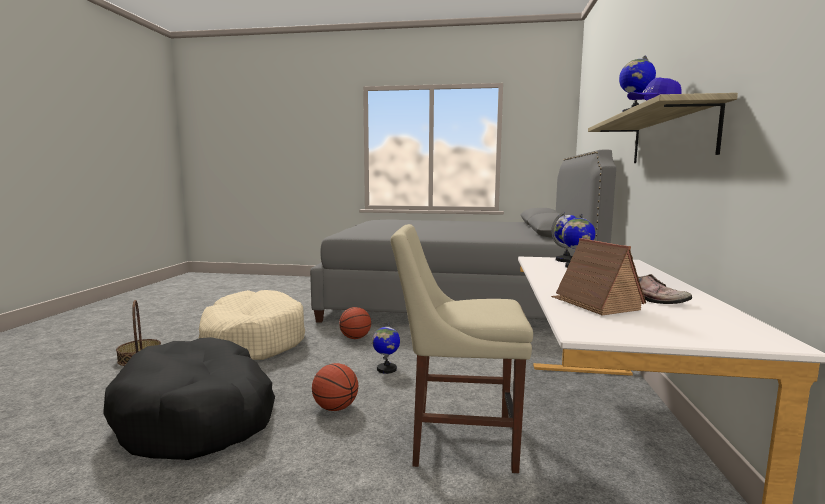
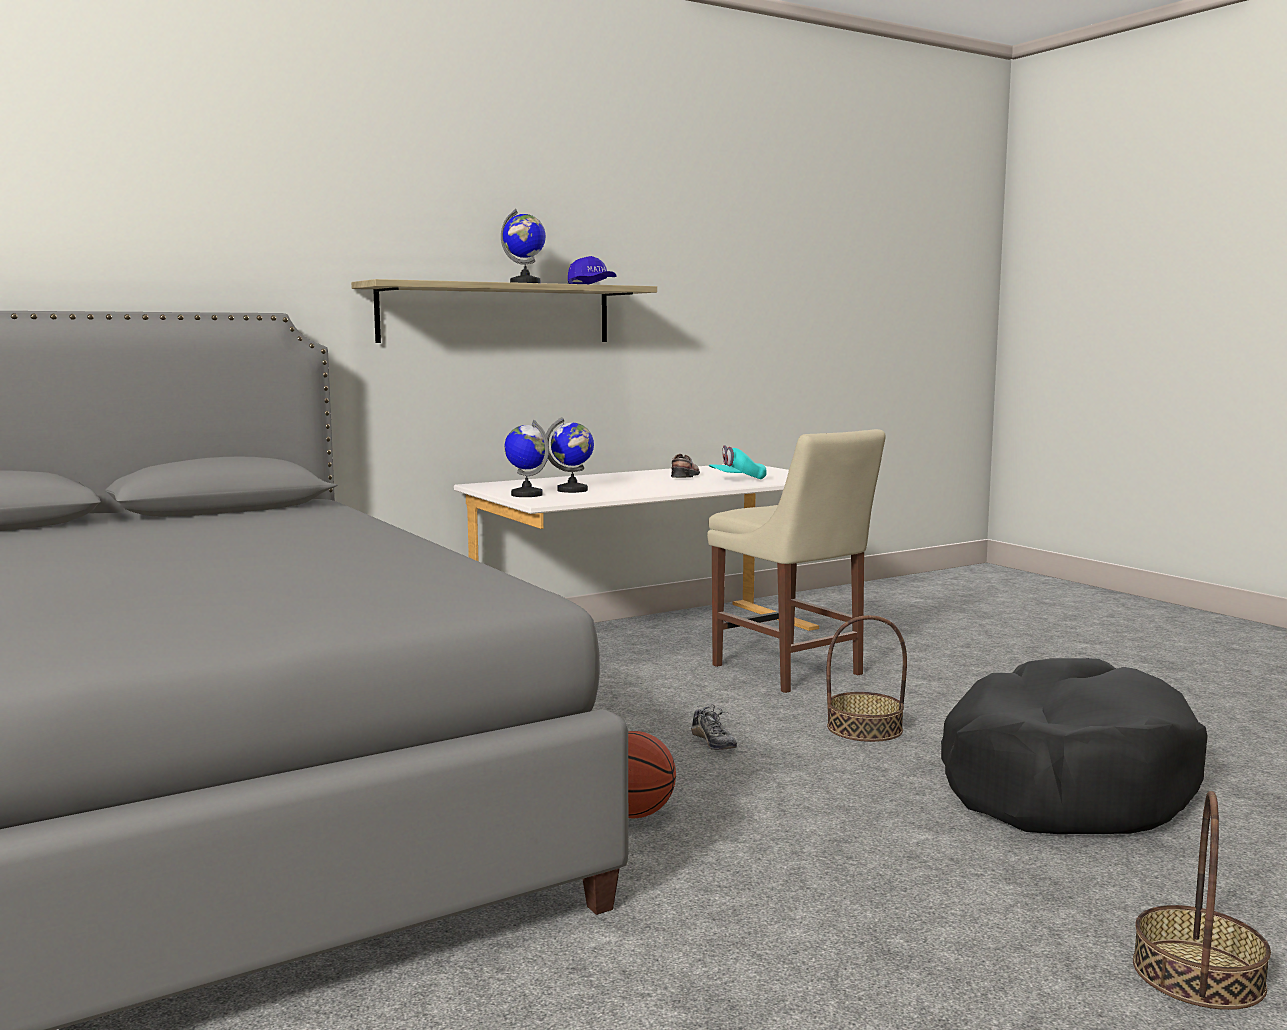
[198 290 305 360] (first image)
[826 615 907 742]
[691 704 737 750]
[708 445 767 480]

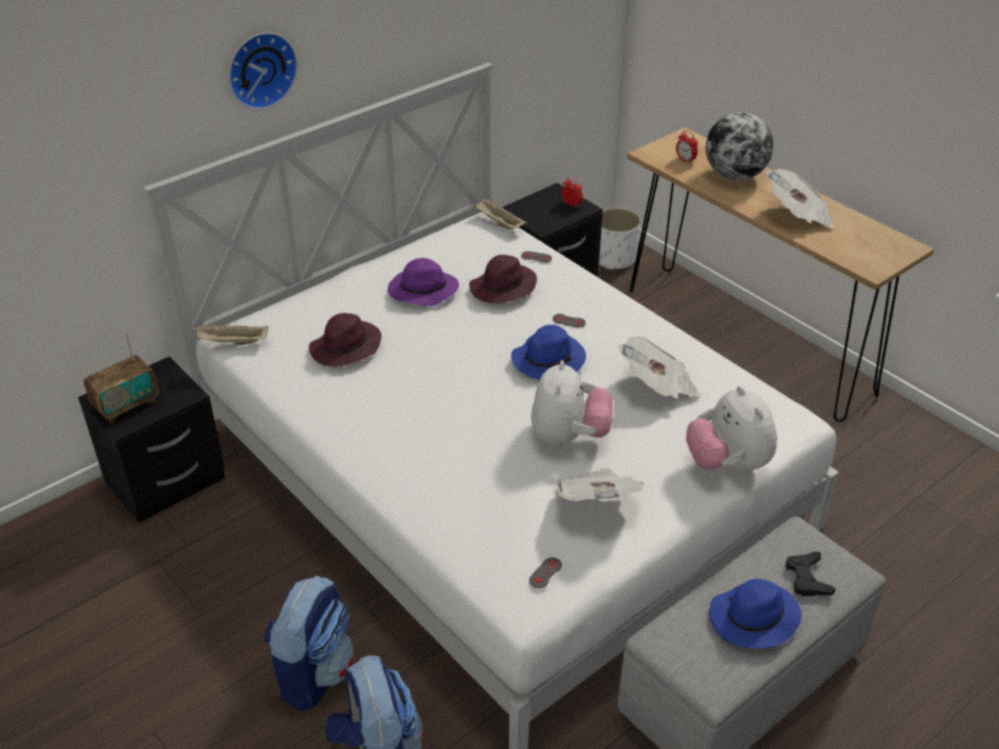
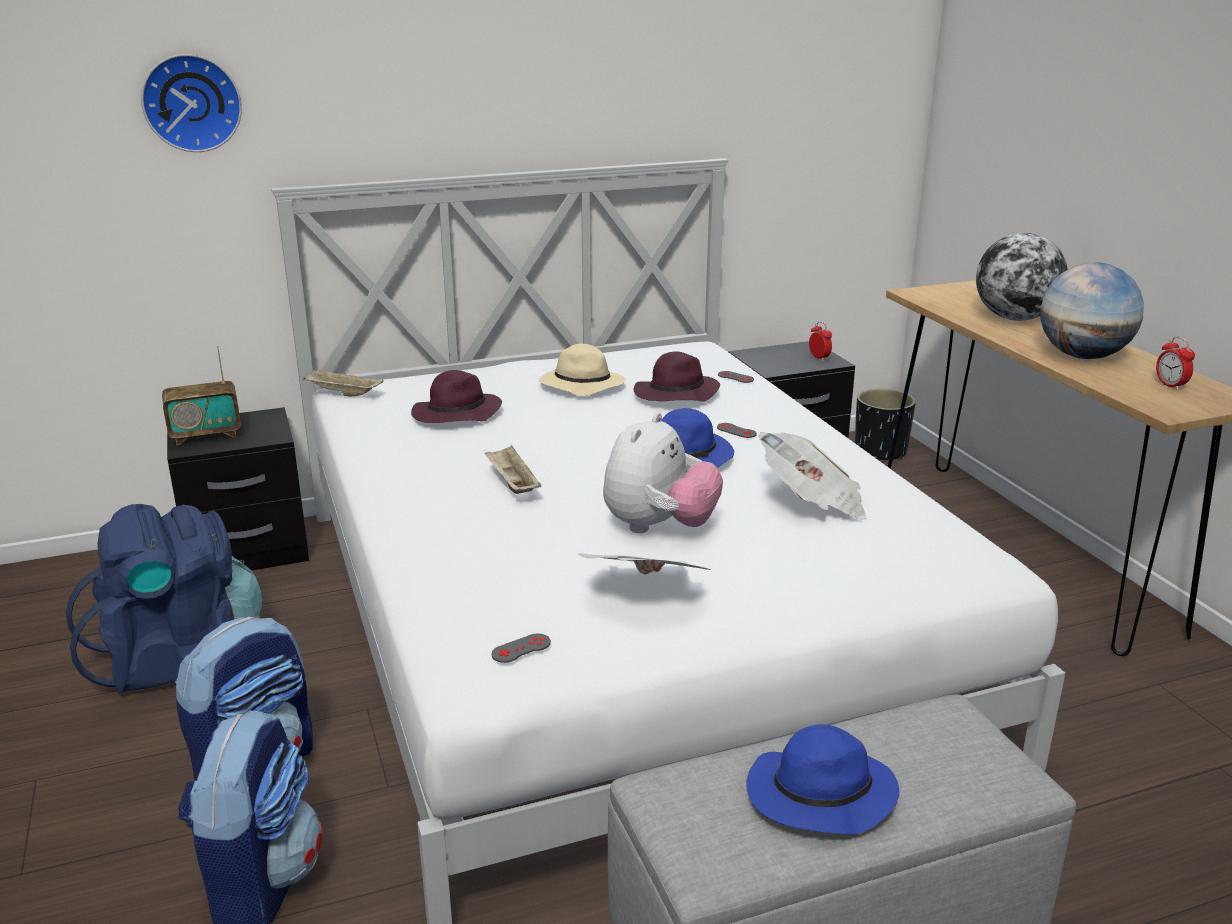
[141 54 242 152]
[539 344 626 396]
[485 445 541 494]
[855 388 916 460]
[1156 336 1195 390]
[686 386 777 472] (first image)
[1040 262 1144 359]
[785 552 836 596] (first image)
[66 504 262 695]

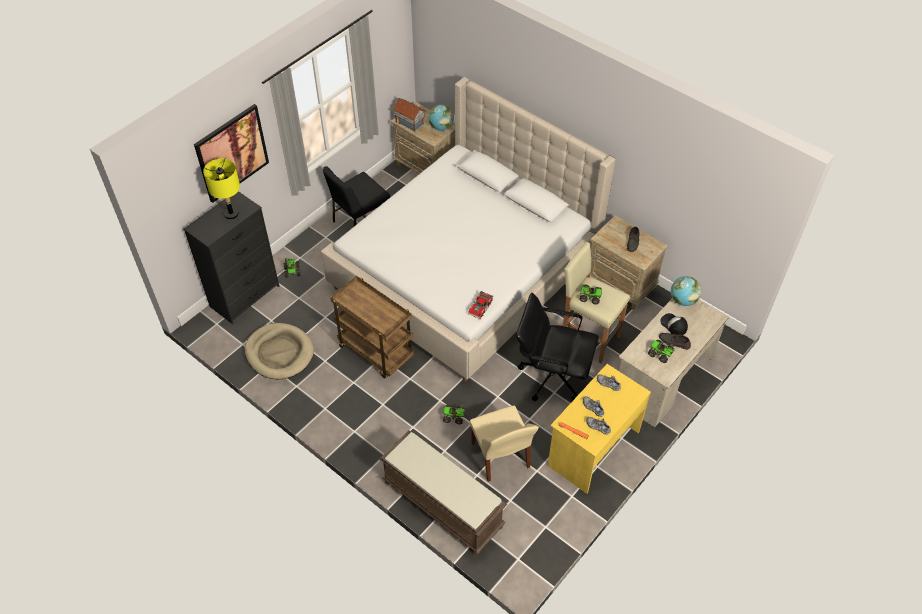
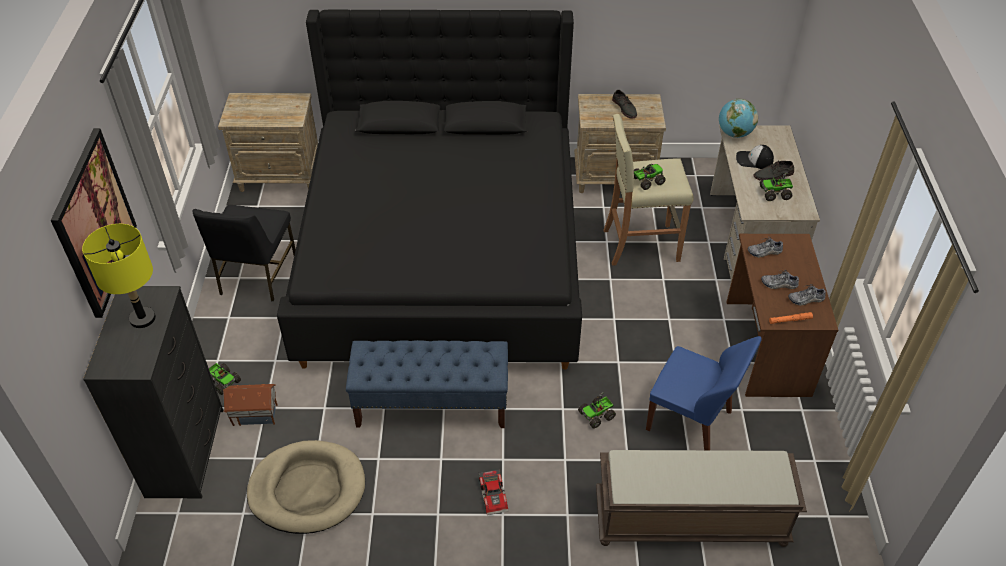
[277 10 582 370]
[346 340 508 428]
[223 384 278 426]
[429 105 454 131] (first image)
[479 469 508 515]
[646 336 762 450]
[516 293 599 401] (first image)
[726 234 838 397]

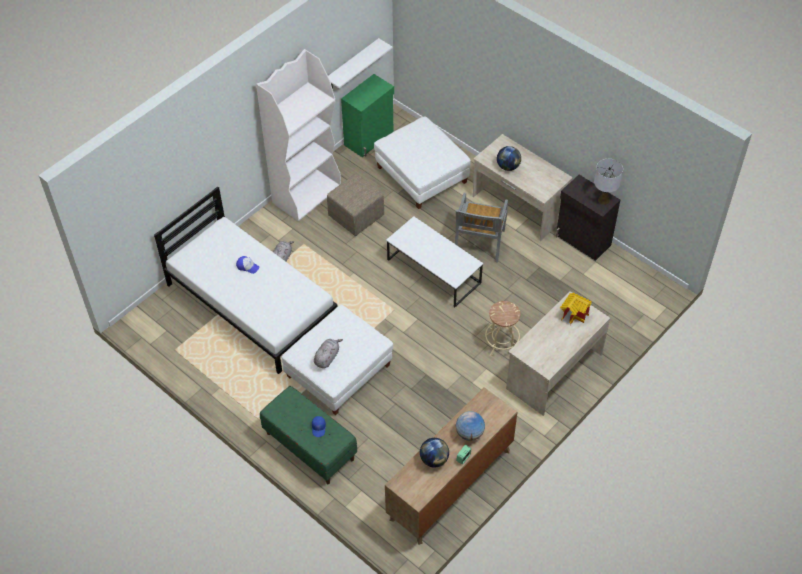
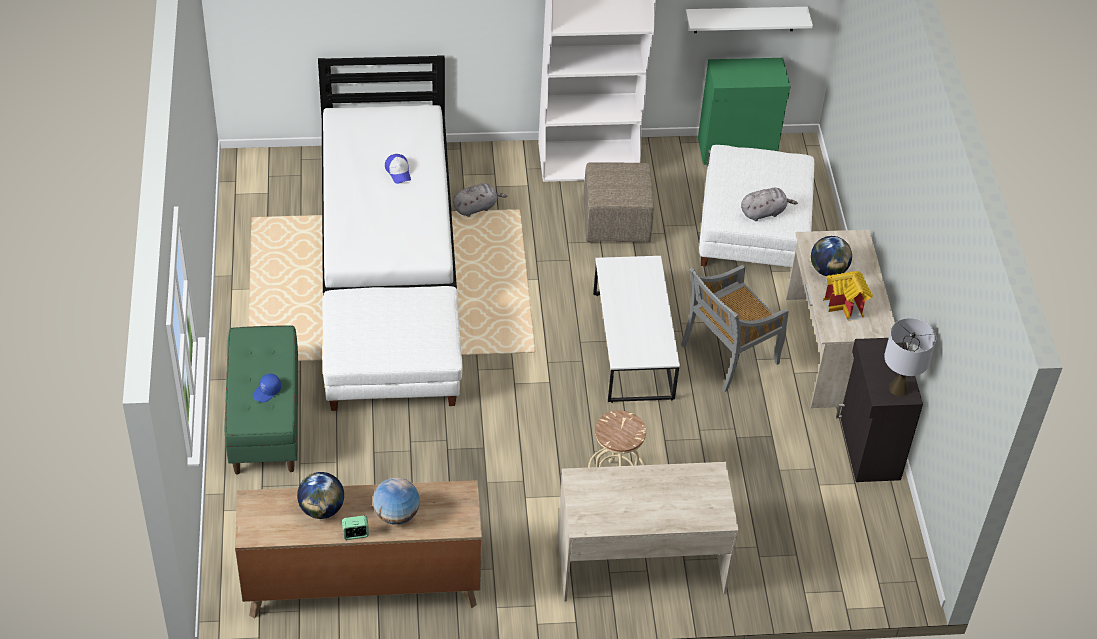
[741 188 798 221]
[823 271 873 321]

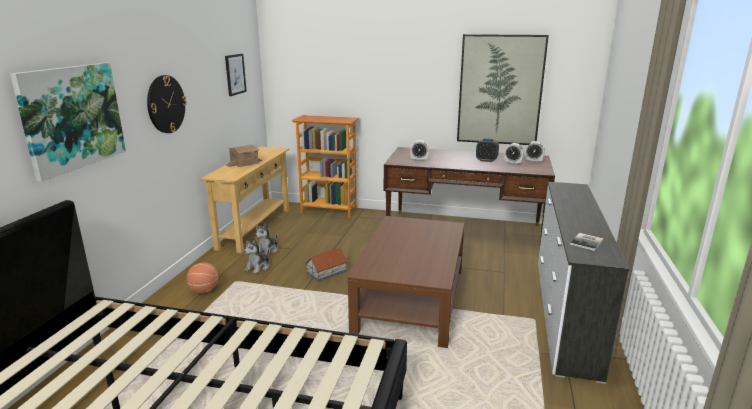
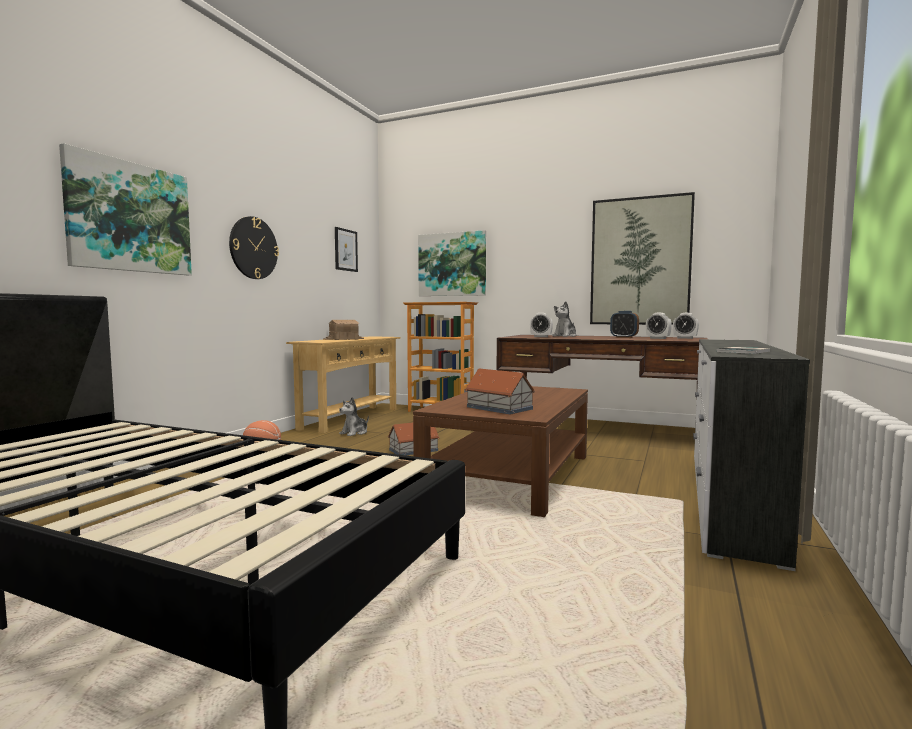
[552 301 577 337]
[418 230 486 296]
[465 369 535 414]

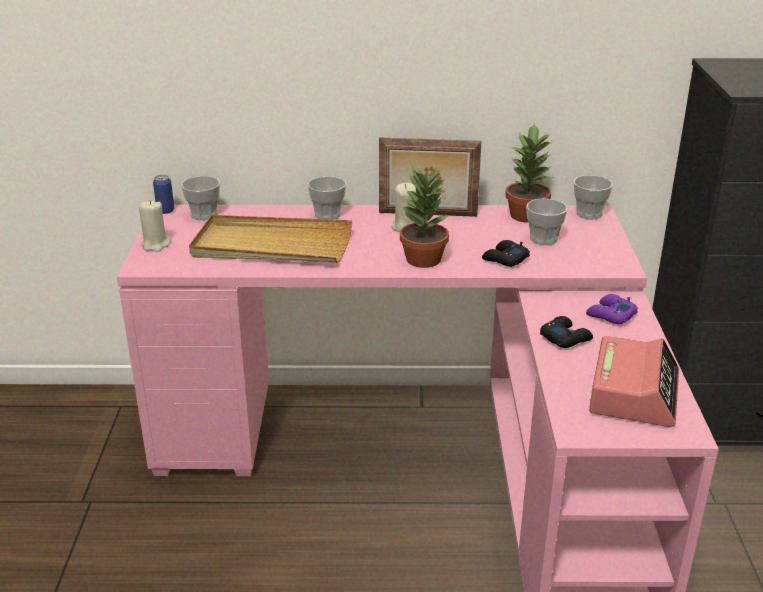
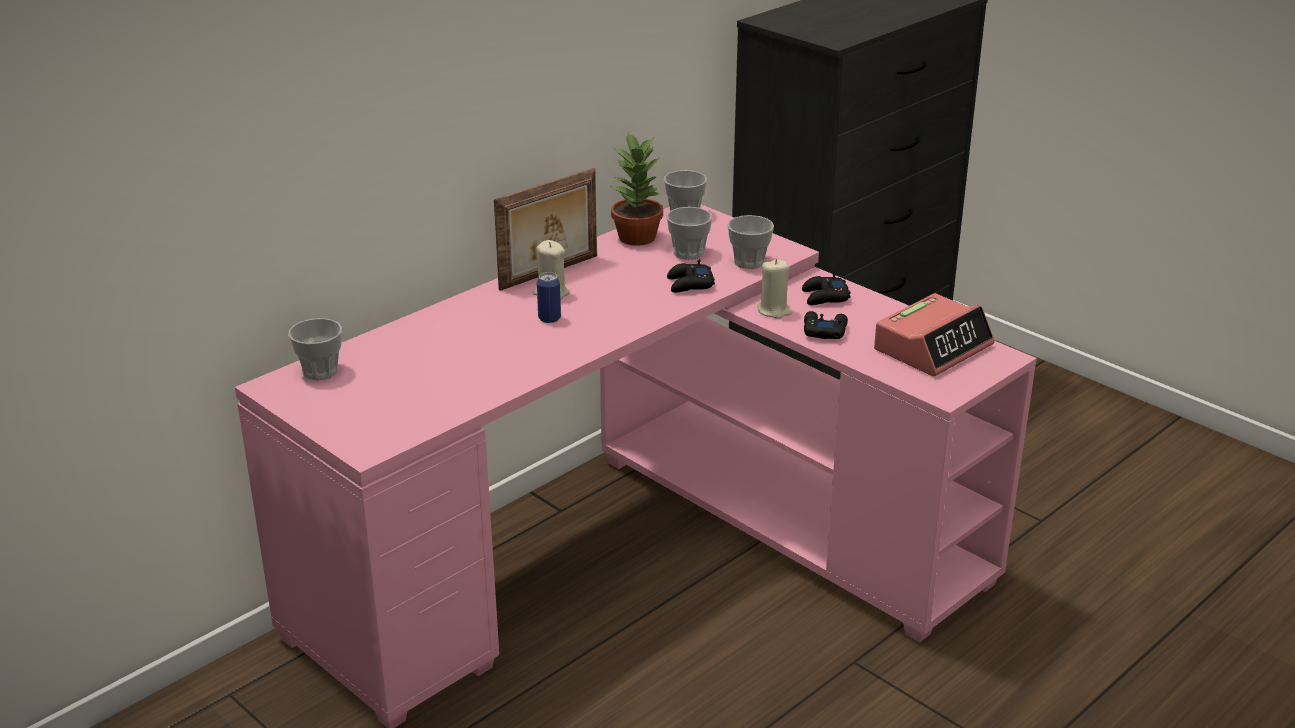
[757 259 792 319]
[537 272 561 323]
[189 215 352 263] (first image)
[727 215 774 269]
[400 165 450 268] (first image)
[802 273 851 305]
[874 293 994 376]

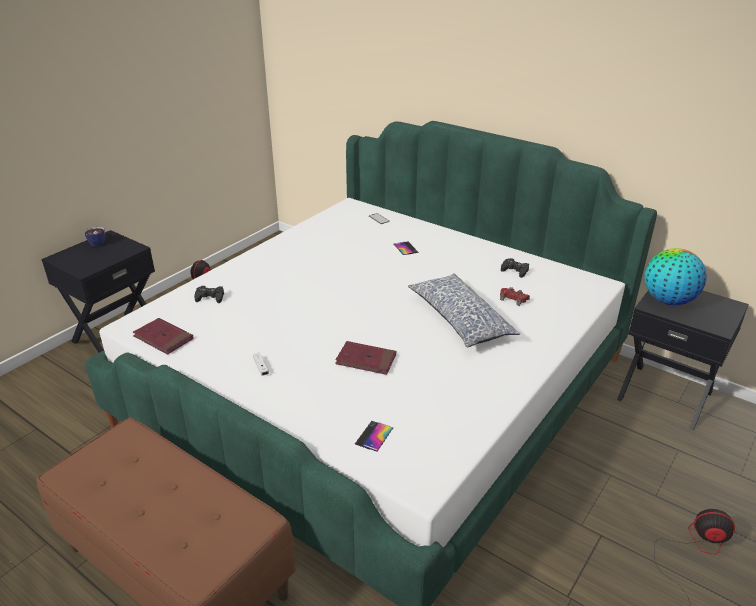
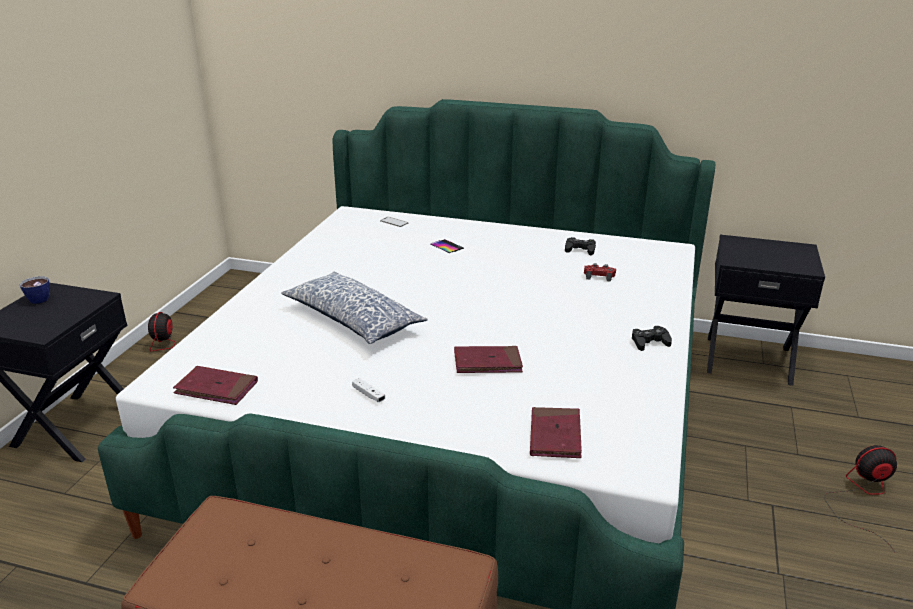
[632 326 672 351]
[530 407 582 458]
[281 272 427 344]
[644 248 707 305] (first image)

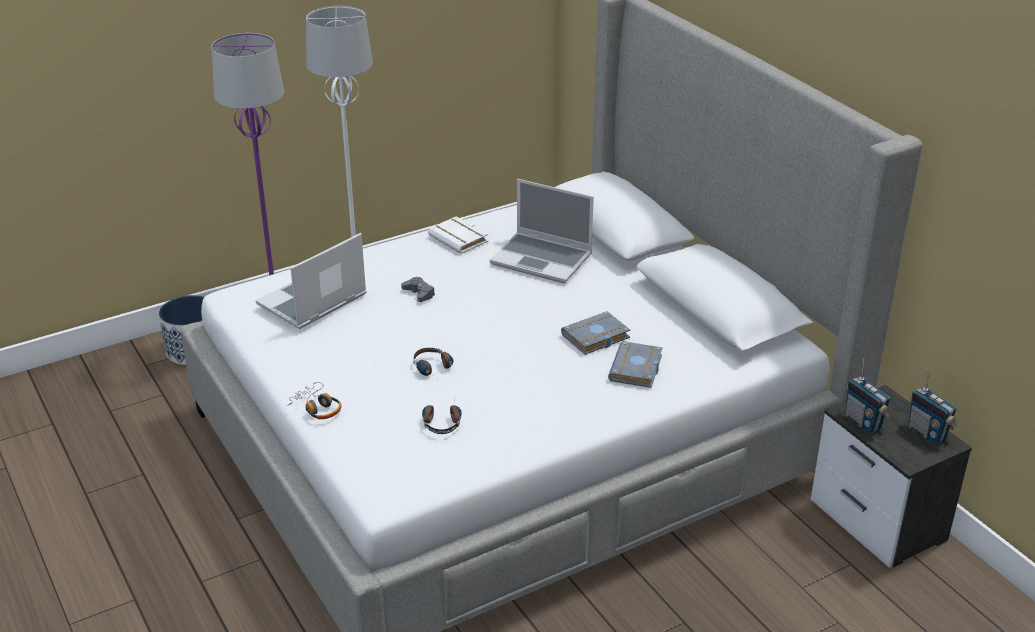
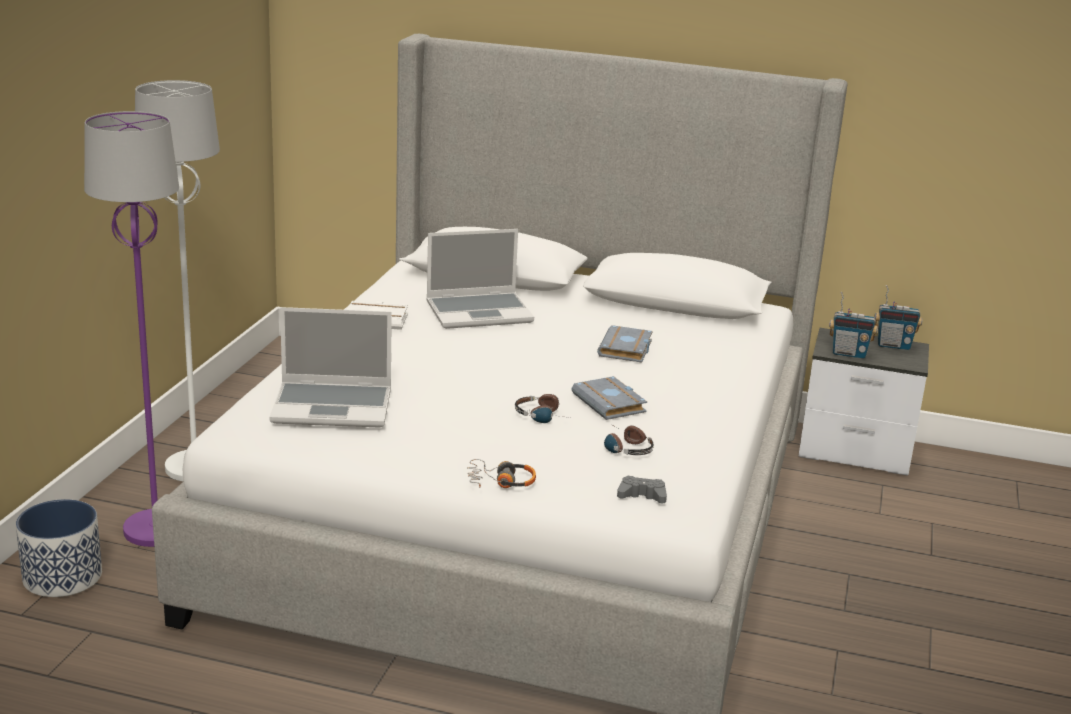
[269 307 392 428]
[617 476 667 503]
[572 376 647 420]

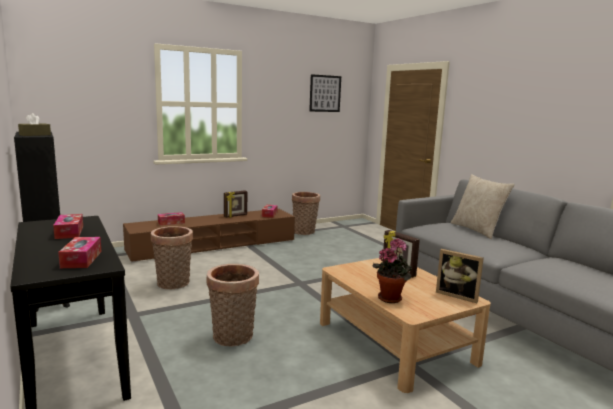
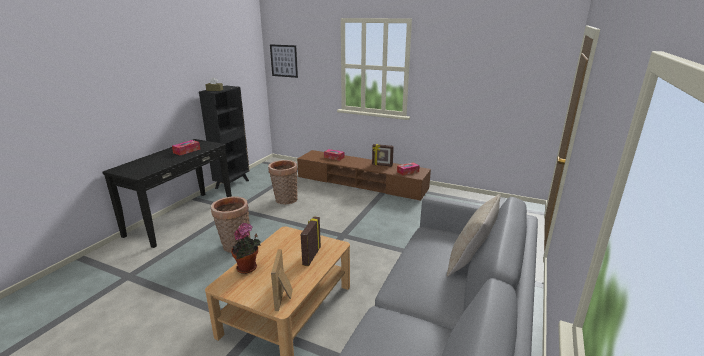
[58 237 101 268] (first image)
[292 192 320 235] (first image)
[270 44 298 78]

